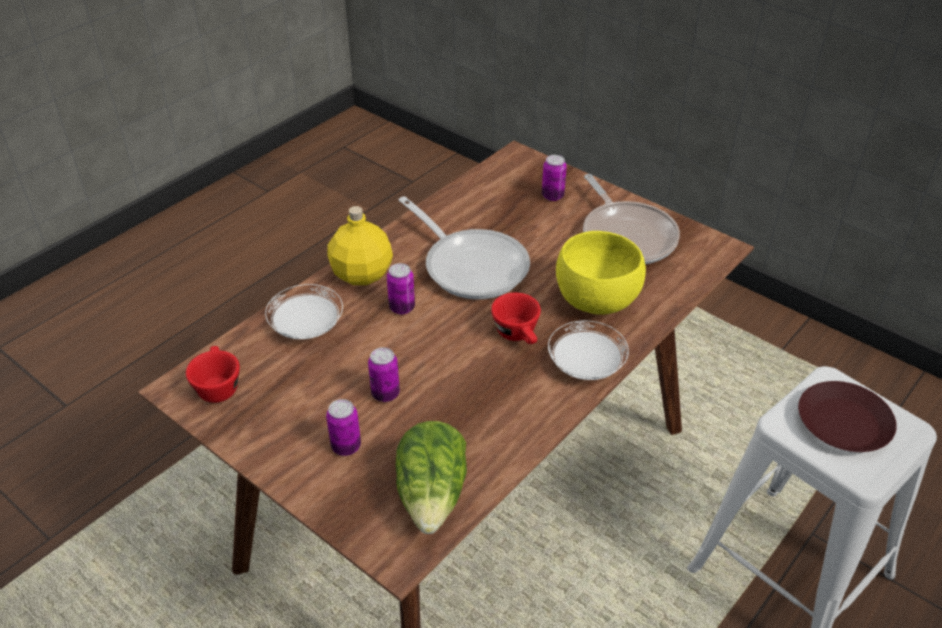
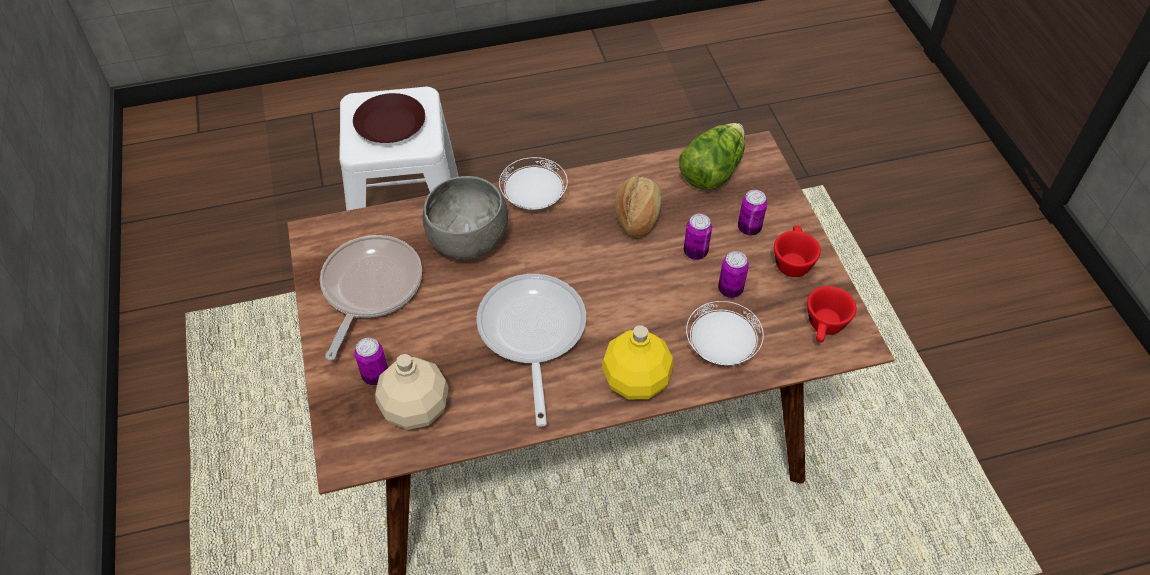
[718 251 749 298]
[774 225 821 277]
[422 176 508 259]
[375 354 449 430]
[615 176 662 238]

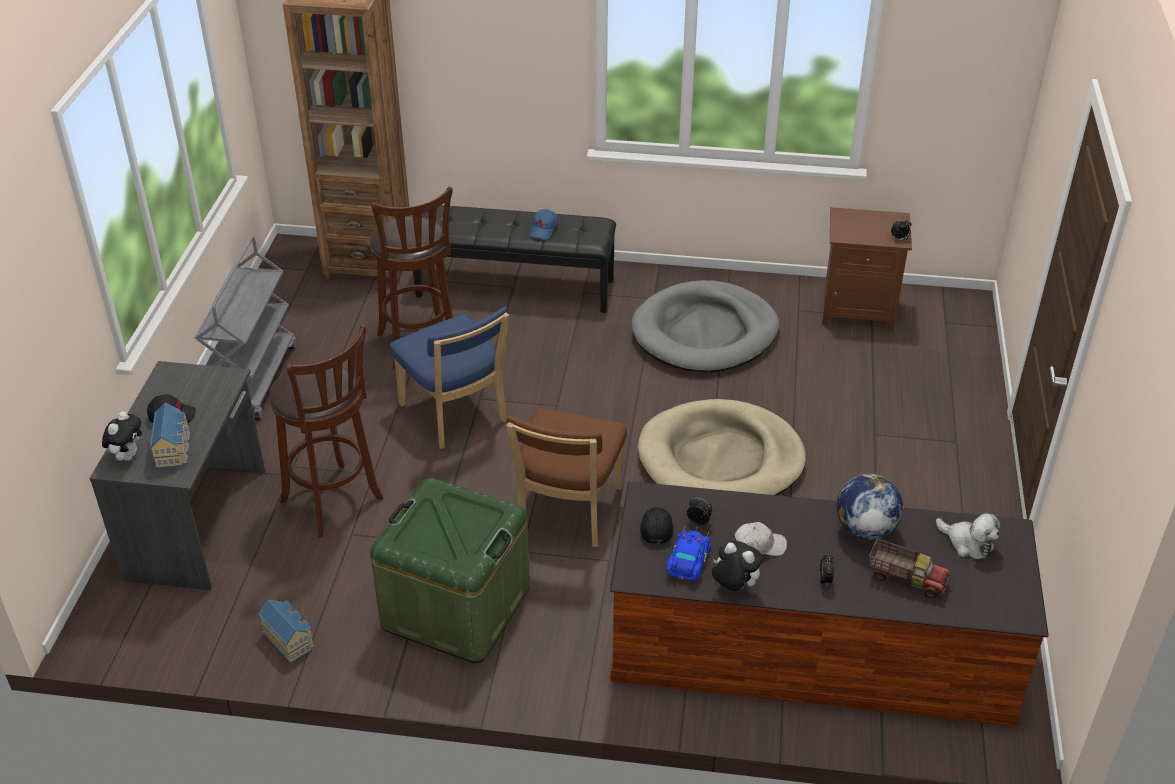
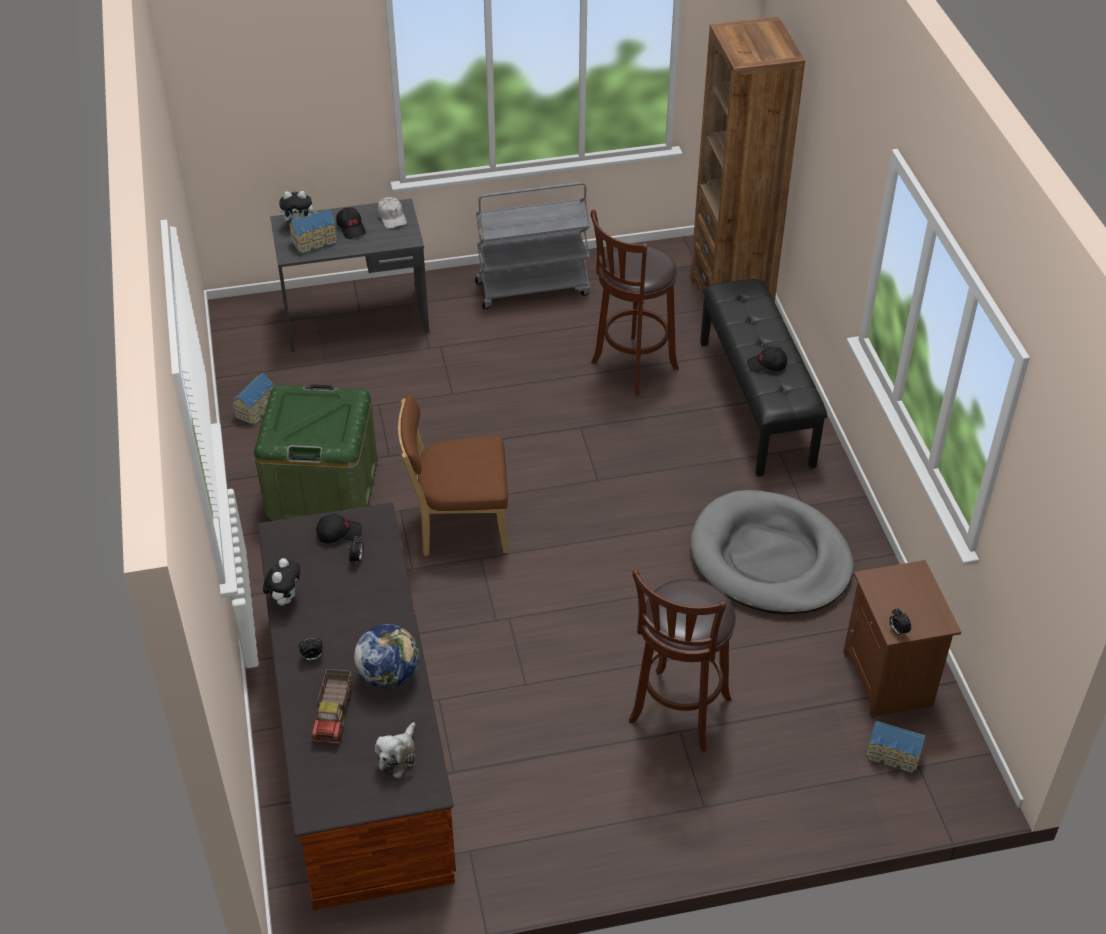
[629 570 736 752]
[390 306 509 449] (first image)
[747 346 787 373]
[637 399 806 495] (first image)
[666 526 711 581] (first image)
[377 197 407 229]
[866 721 926 774]

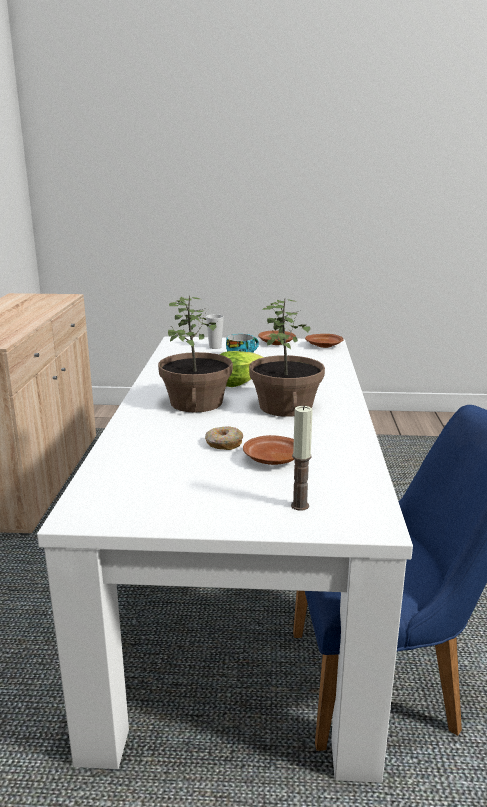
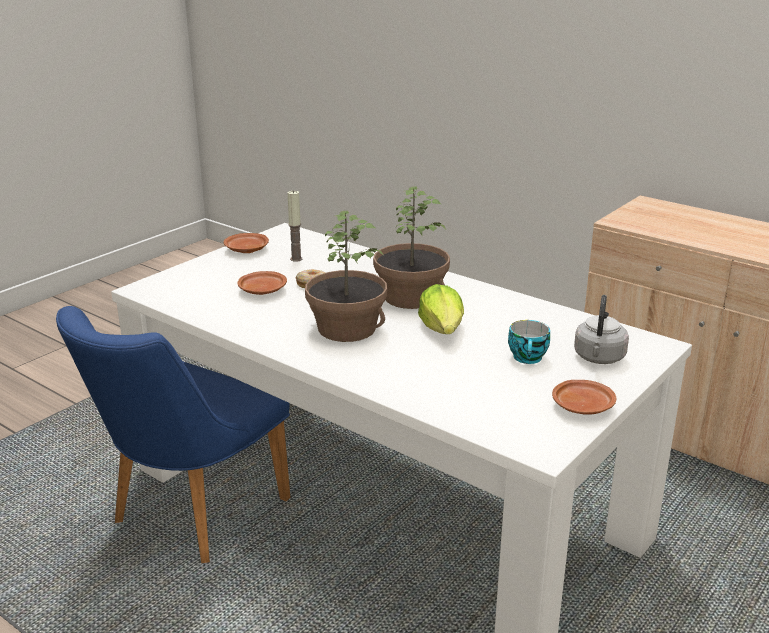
[574 295 629 364]
[288 190 302 262]
[224 233 269 253]

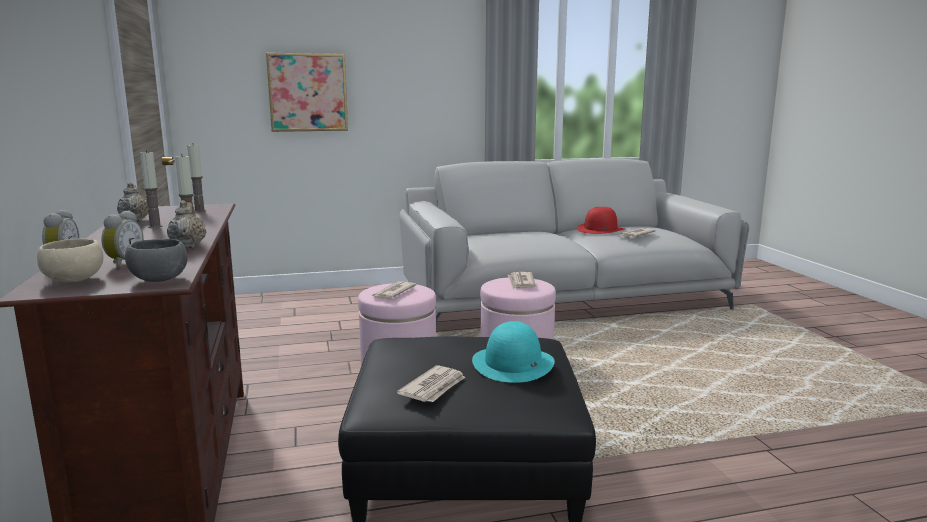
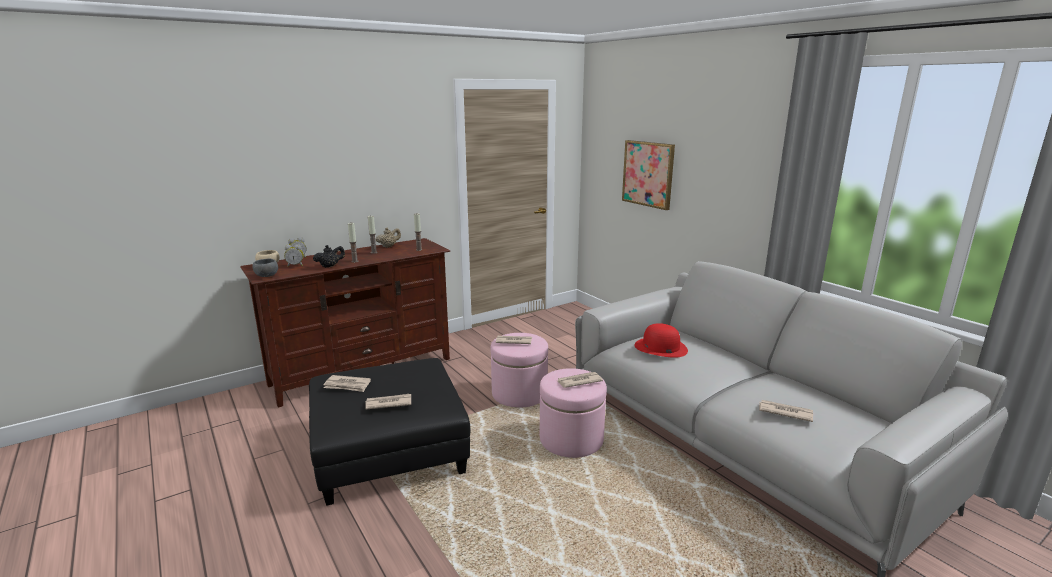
[313 245 345 268]
[365 394 411 409]
[635 323 688 358]

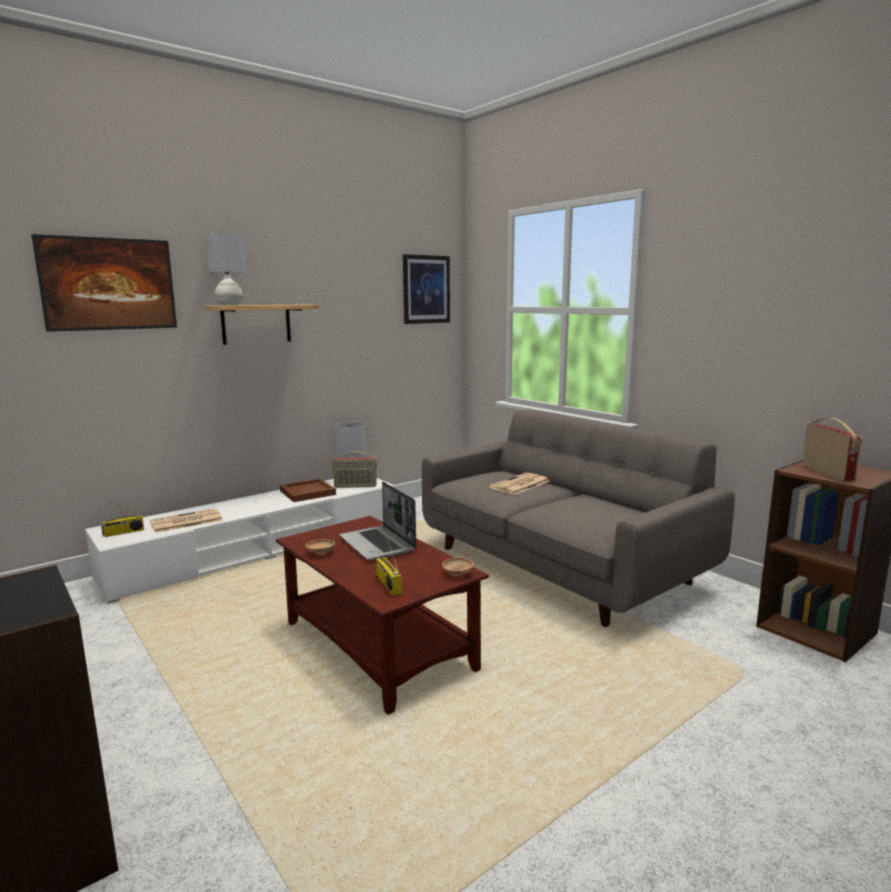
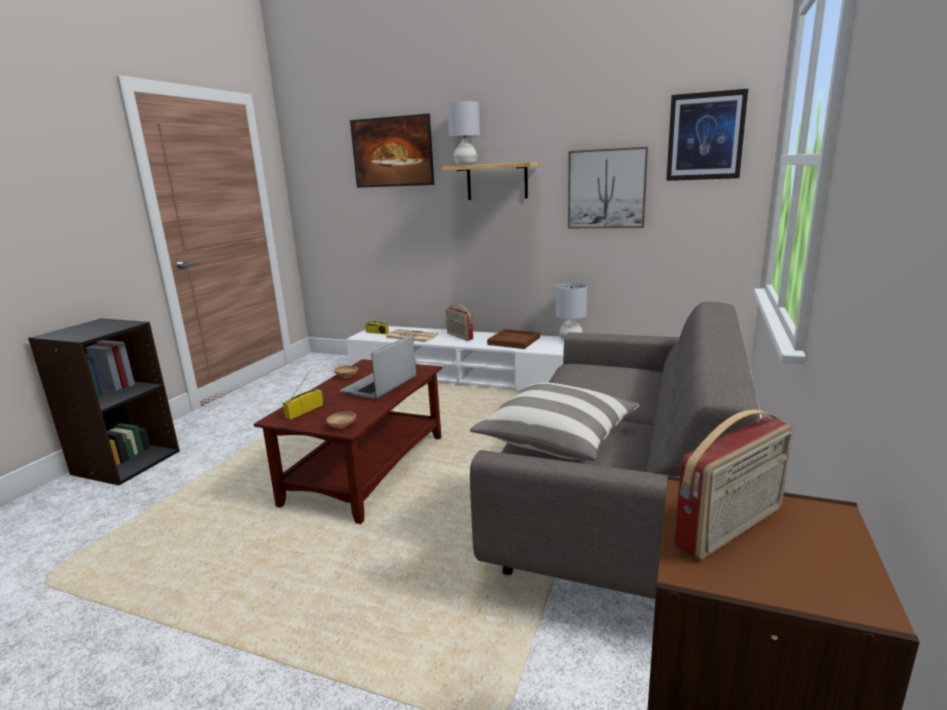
[446 304 473 341]
[489 473 550 495] (first image)
[470 382 639 461]
[568 147 648 228]

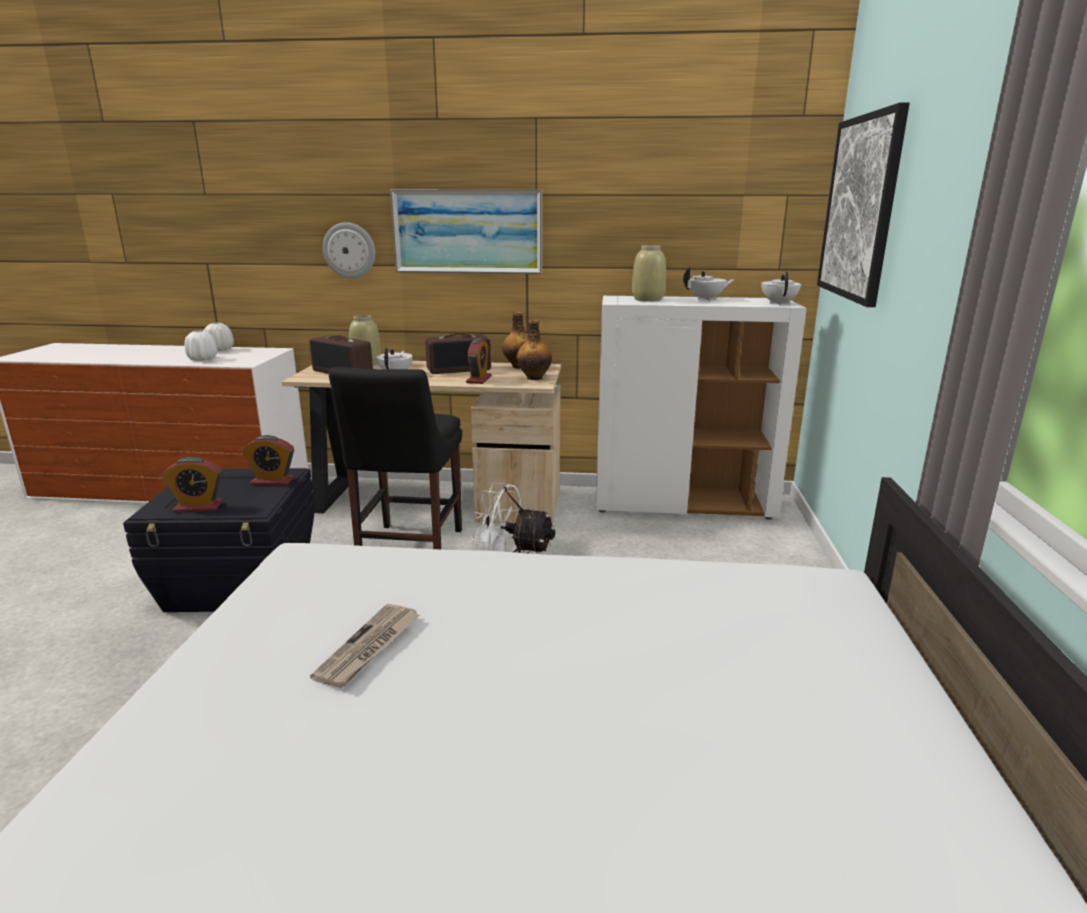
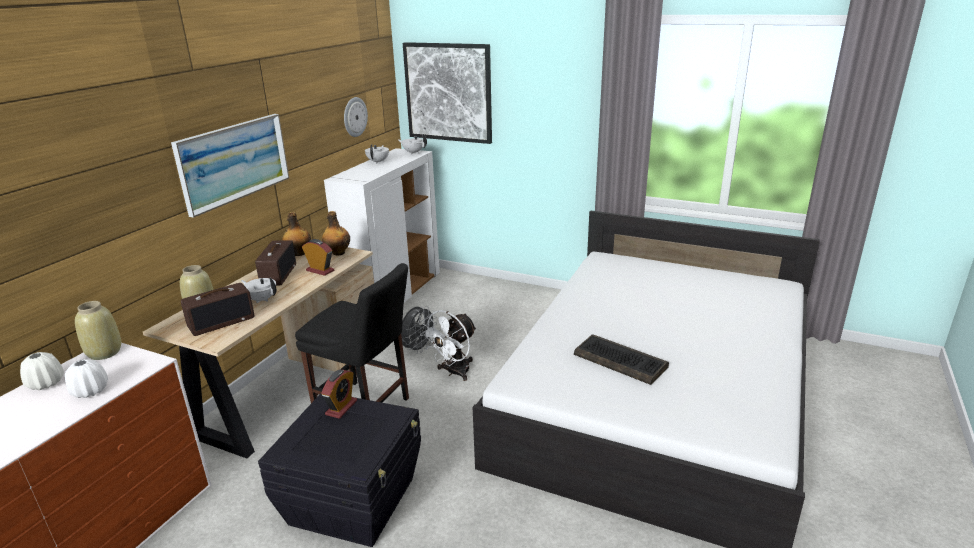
[162 457 223 513] (first image)
[574 334 669 385]
[344 97 368 137]
[75 301 121 360]
[401 306 437 354]

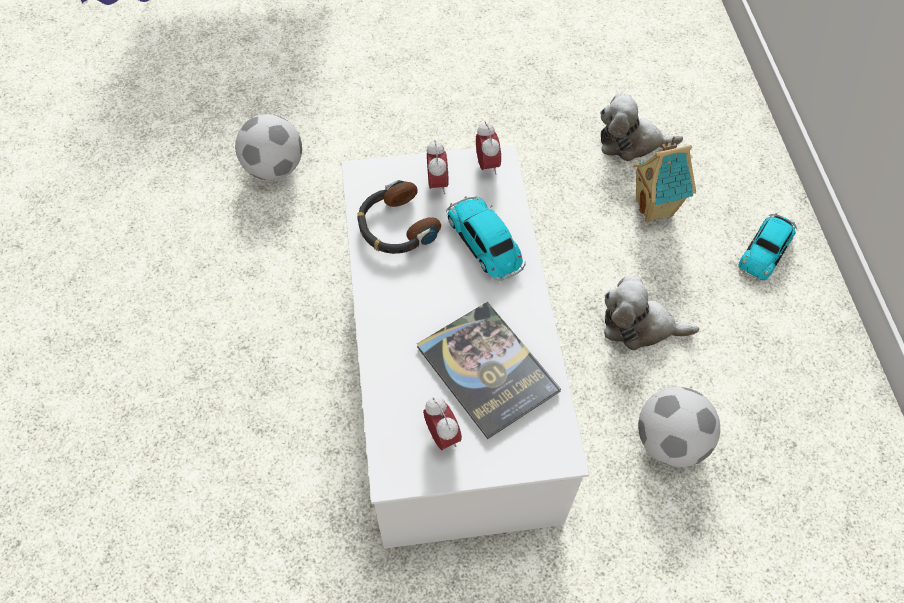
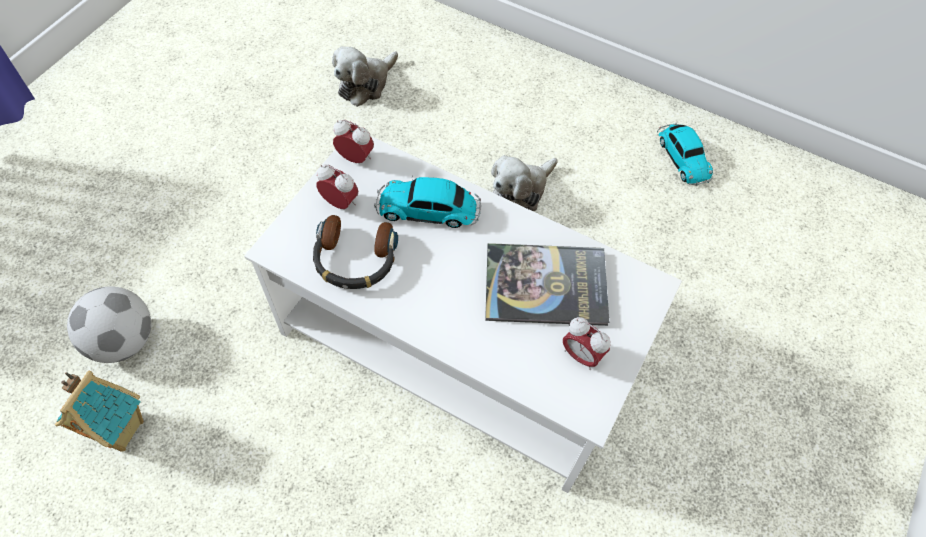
[563 317 611 370]
[55 371 143 452]
[638 387 720 467] (first image)
[657 123 713 186]

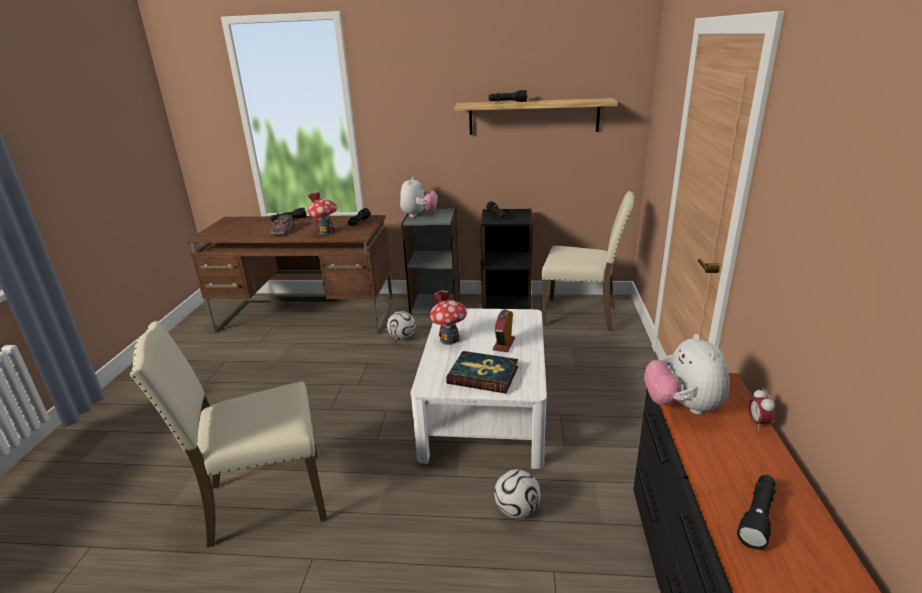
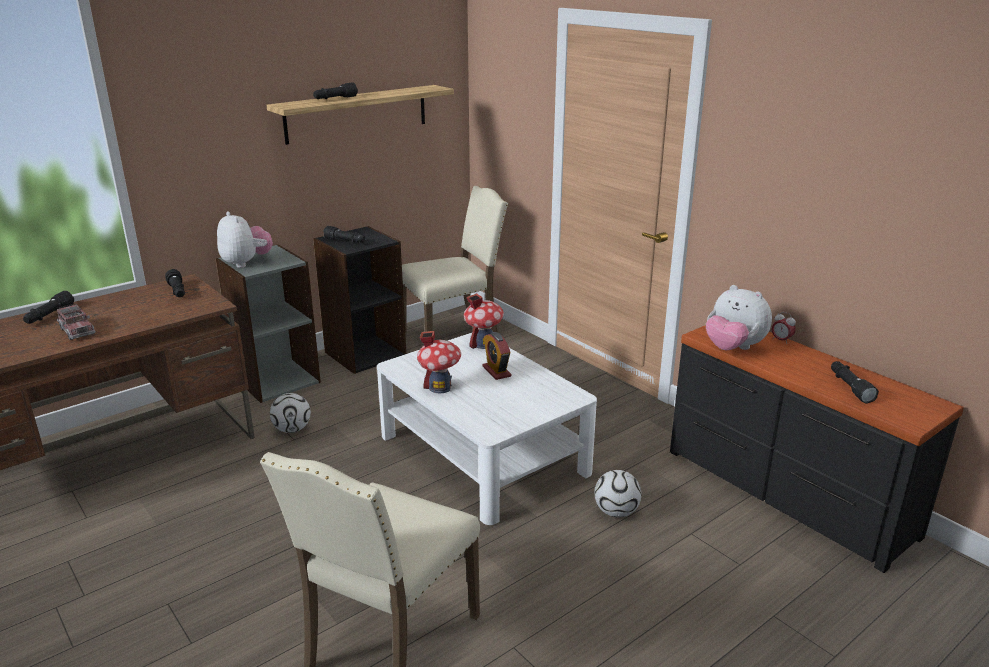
[464 293 504 349]
[446 351 518 394] (first image)

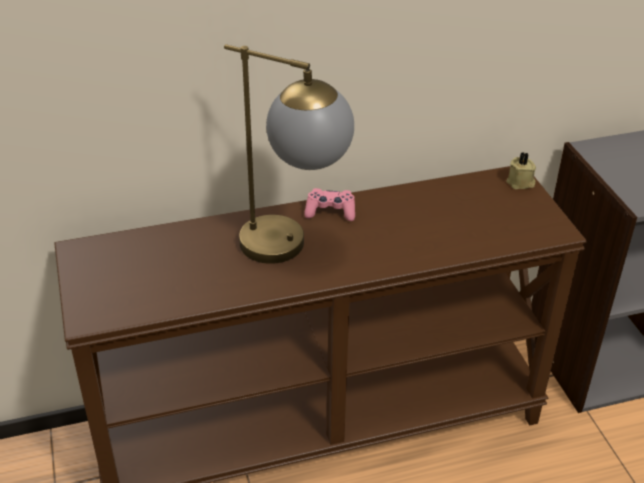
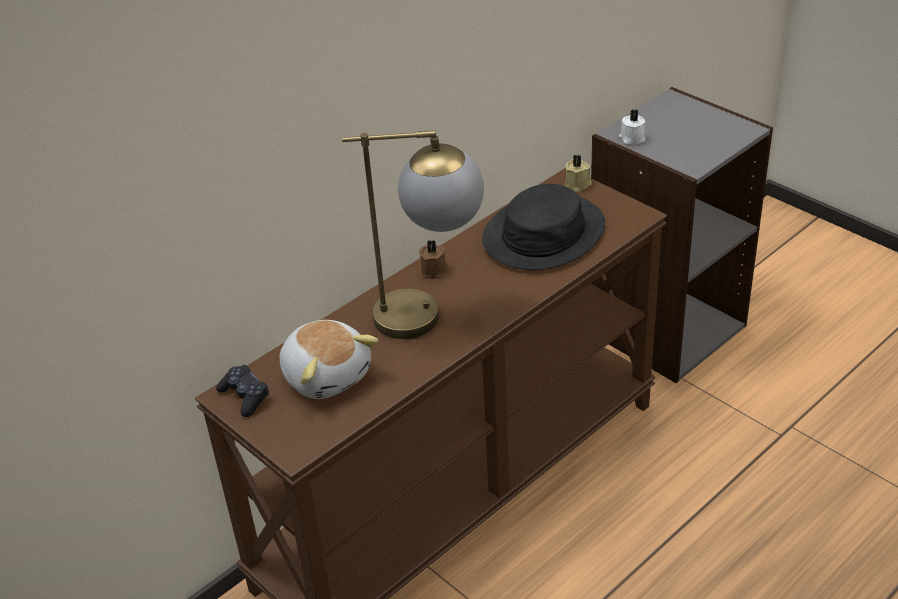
[419 240 448 279]
[216 365 269 417]
[279 320 378 399]
[482 184 605 270]
[619 109 646 144]

